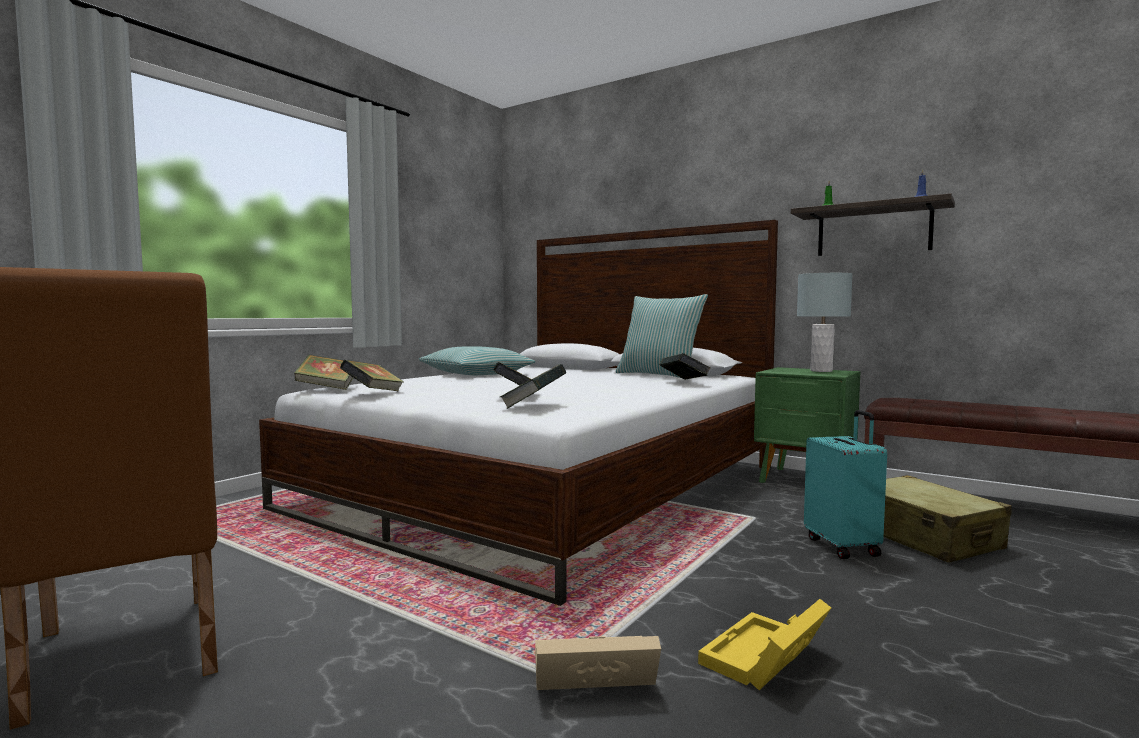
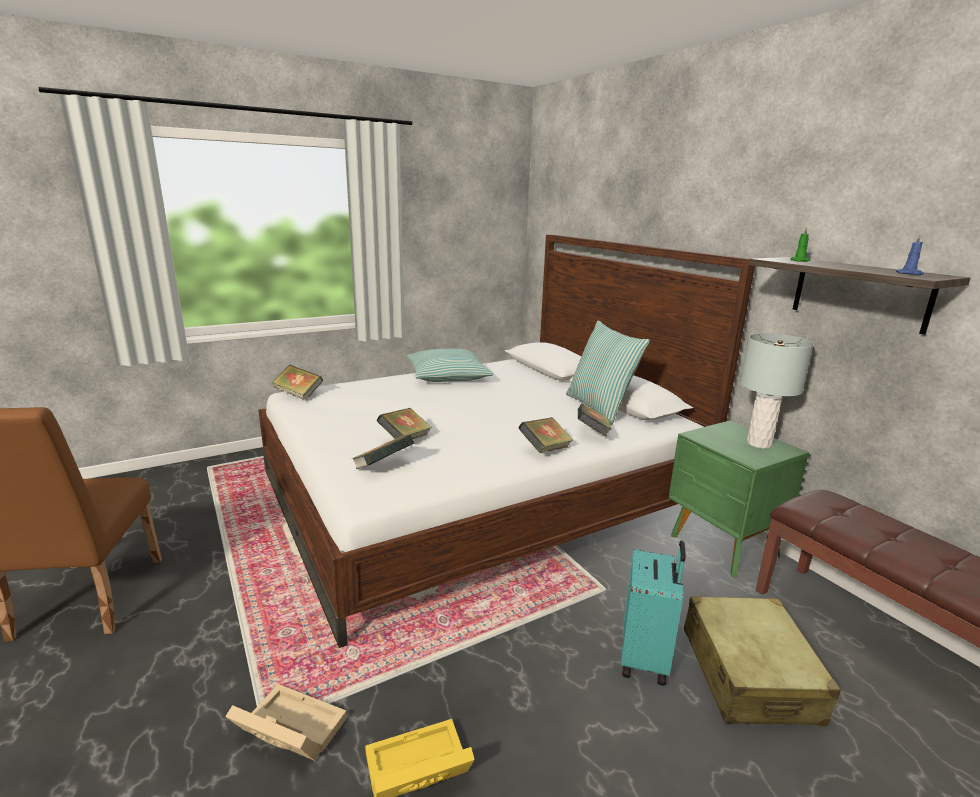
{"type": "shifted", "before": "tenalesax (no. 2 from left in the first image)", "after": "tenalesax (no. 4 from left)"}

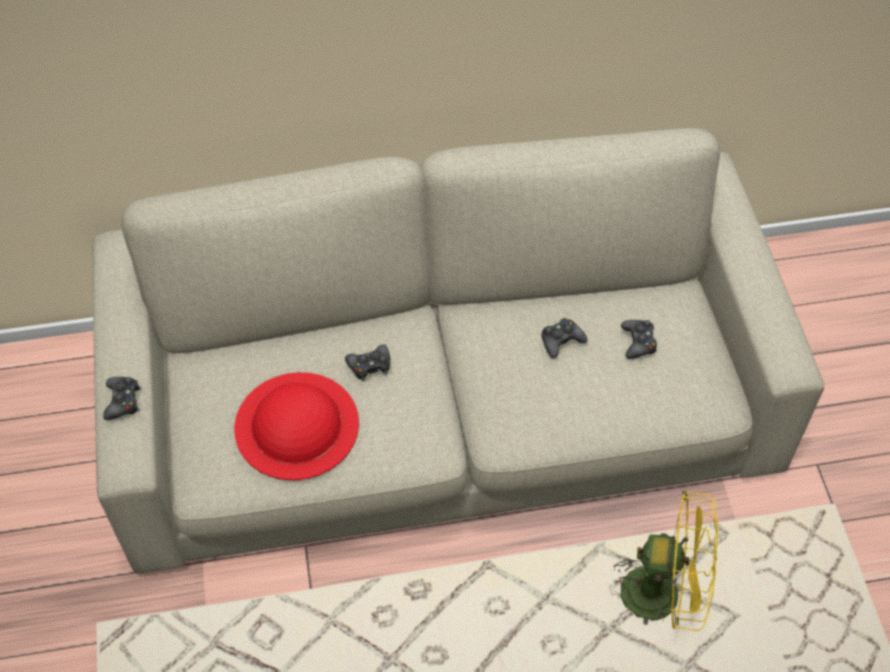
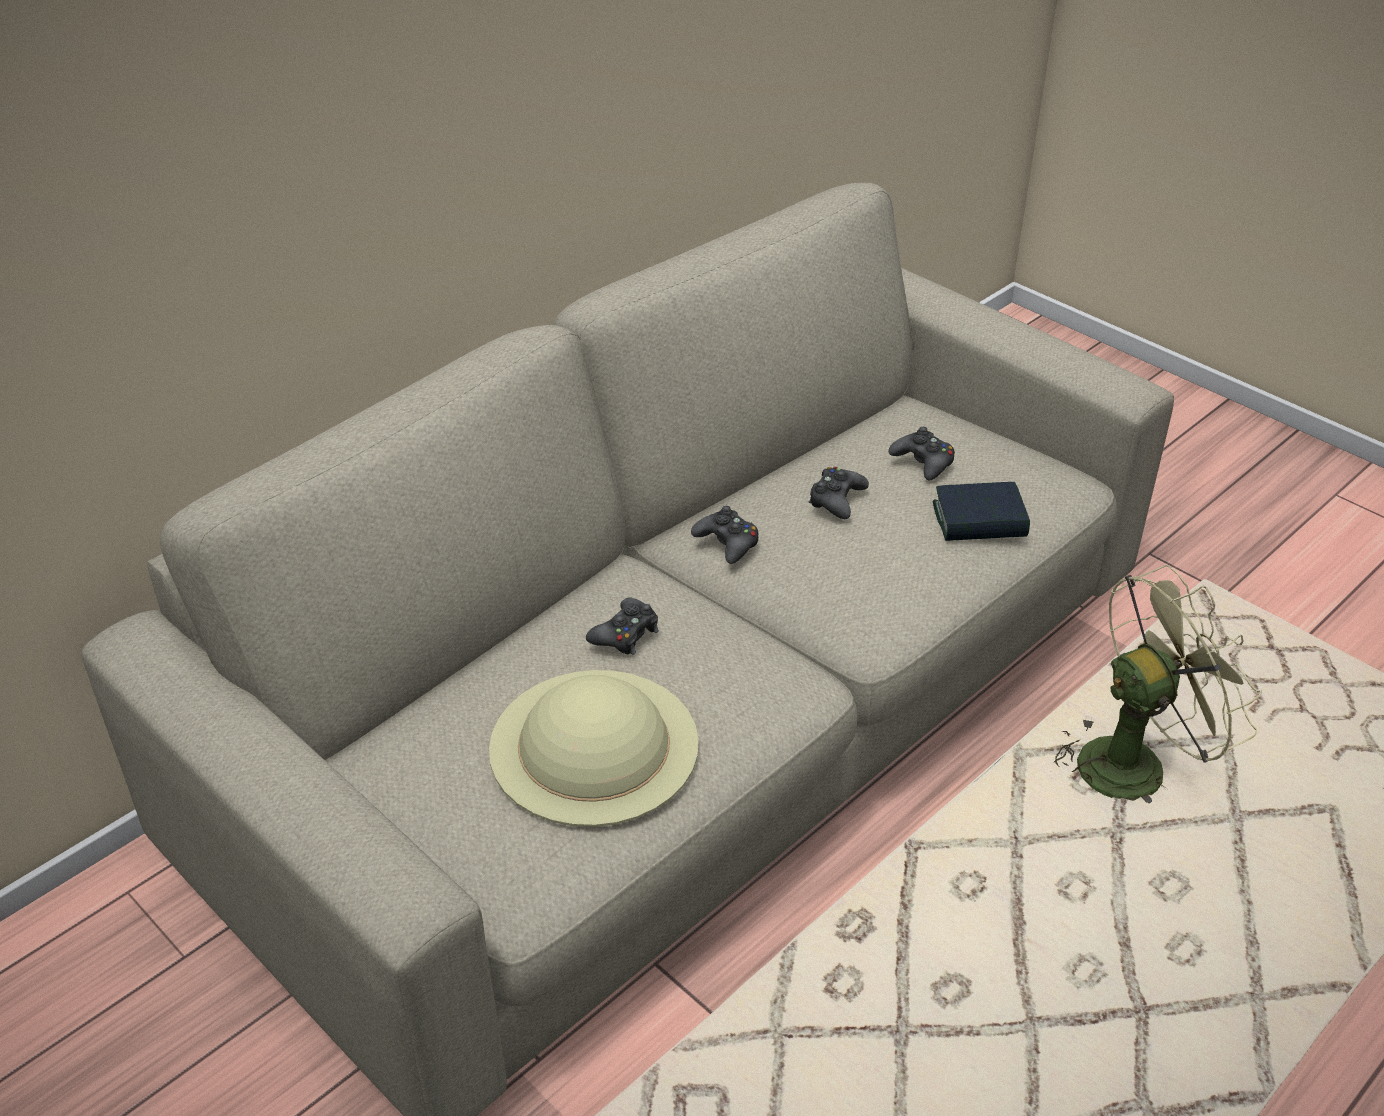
{"type": "new", "after": "tenalesax"}
{"type": "shifted", "before": "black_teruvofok (no. 1 from left in the first image)", "after": "black_teruvofok (no. 2 from left)"}
{"type": "repainted", "before": "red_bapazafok", "after": "beige_bapazafok"}
{"type": "repainted", "before": "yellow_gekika", "after": "green_gekika"}

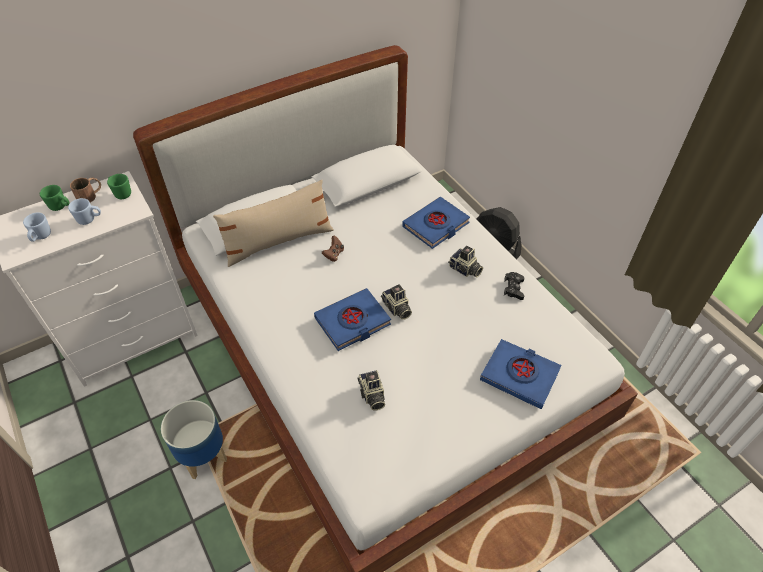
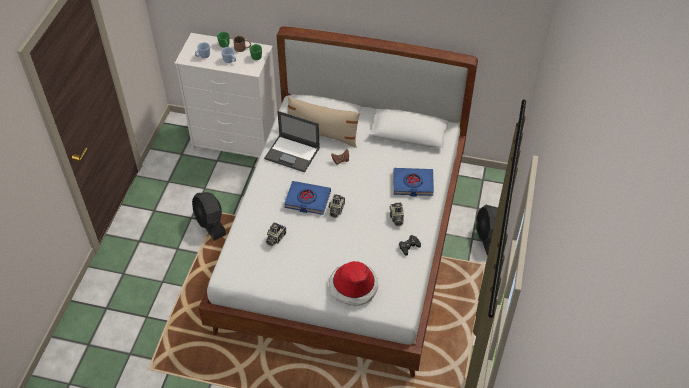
{"type": "new", "after": "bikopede"}
{"type": "swapped", "before": "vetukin", "after": "black_gekika (no. 1 from left)"}
{"type": "swapped", "before": "blue_tenalesax (no. 3 from left)", "after": "bapazafok"}

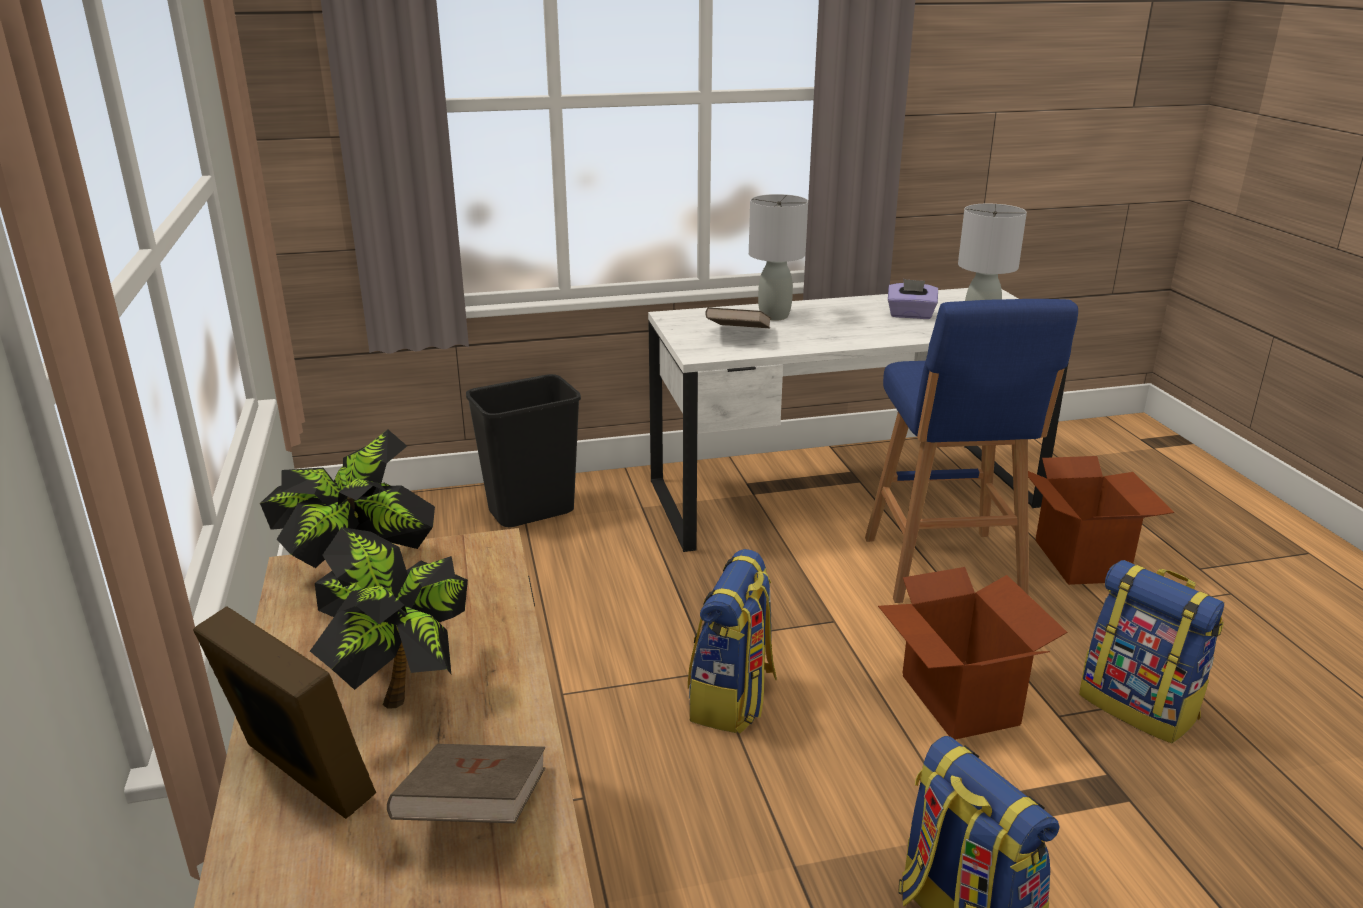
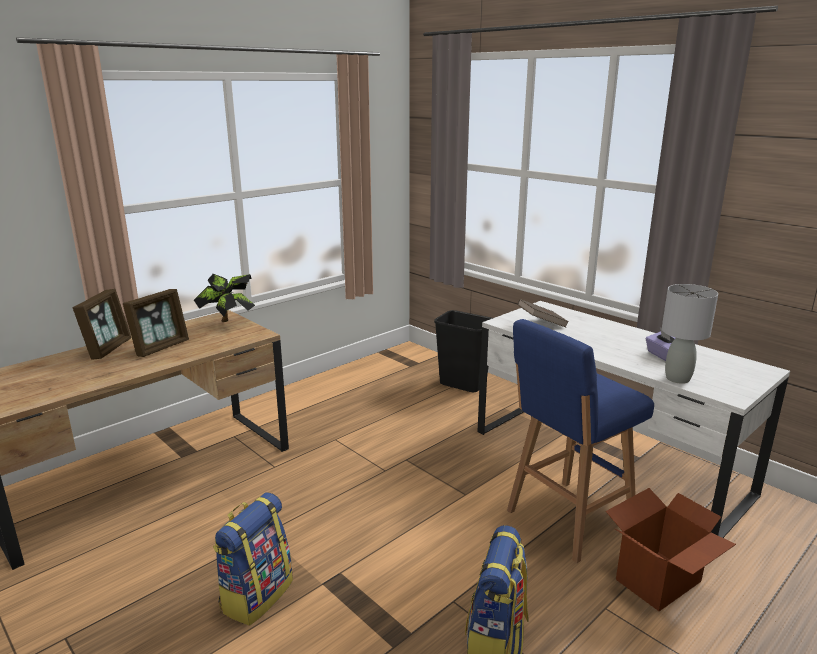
{"type": "gone", "before": "brown_tenalesax (no. 1 from left)"}
{"type": "gone", "before": "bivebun (no. 1 from left)"}
{"type": "gone", "before": "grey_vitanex (no. 1 from left)"}
{"type": "gone", "before": "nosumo (no. 1 from left)"}
{"type": "swapped", "before": "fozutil (no. 2 from left)", "after": "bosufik (no. 2 from left)"}

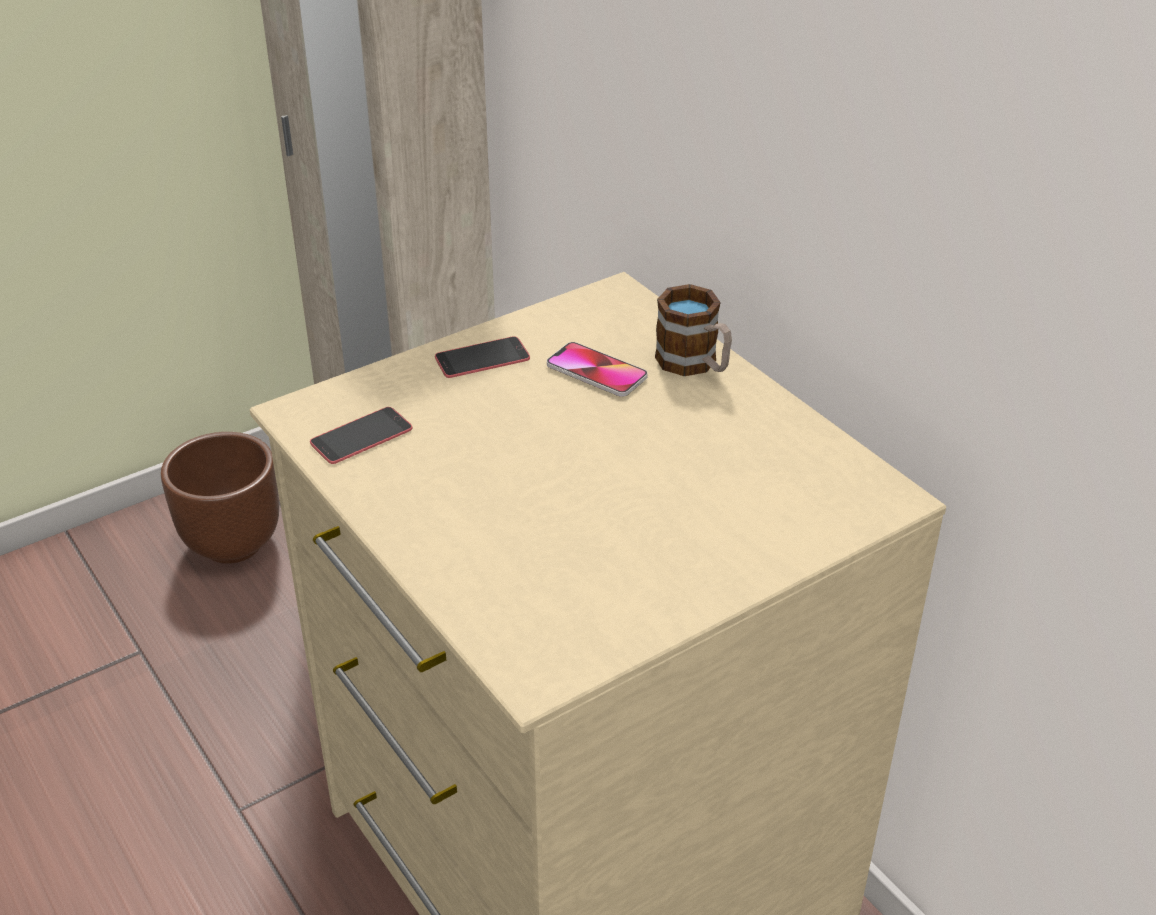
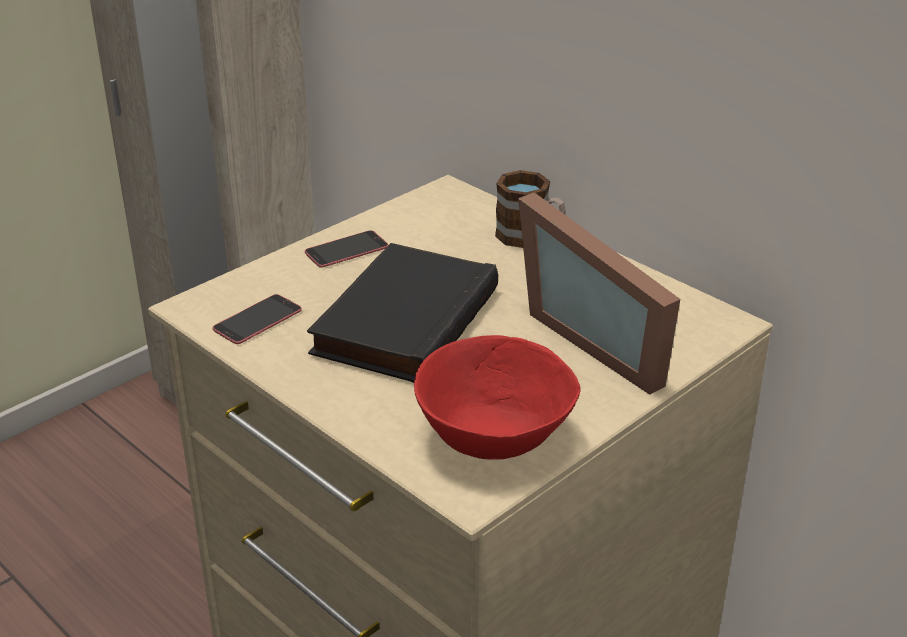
{"type": "gone", "before": "brown_vetukin"}
{"type": "gone", "before": "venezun (no. 3 from left)"}
{"type": "new", "after": "black_tenalesax"}
{"type": "new", "after": "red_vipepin"}
{"type": "new", "after": "bosufik"}

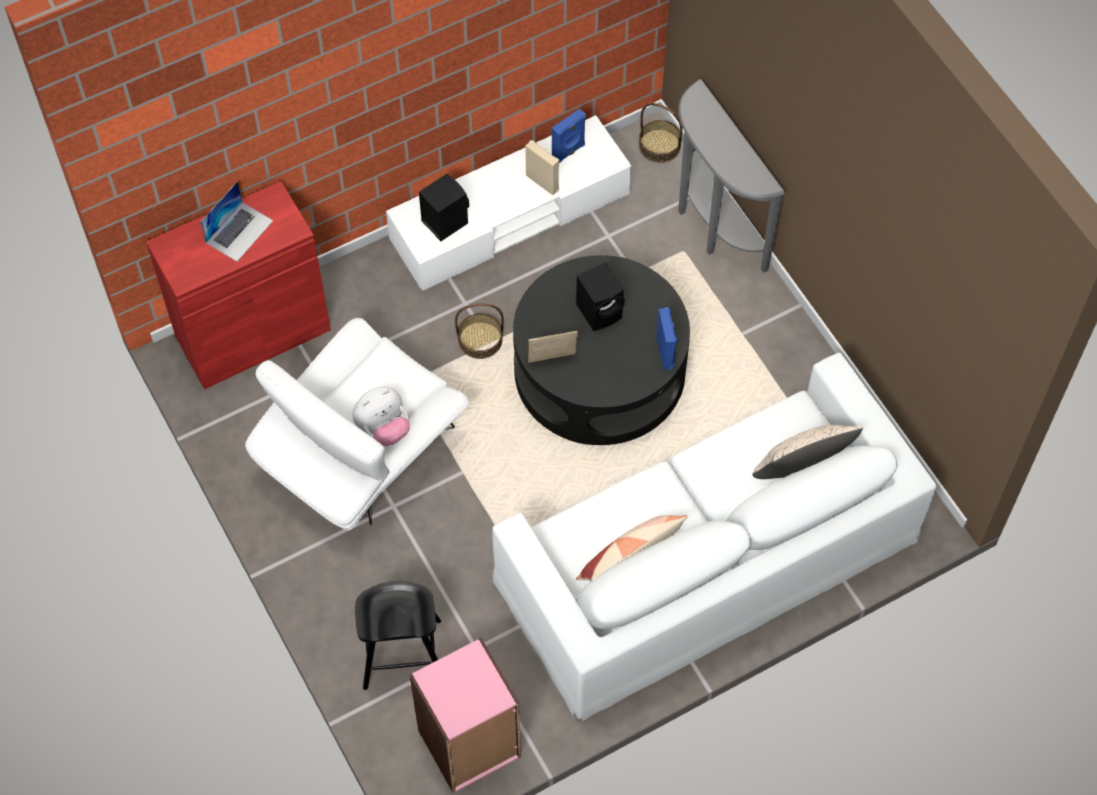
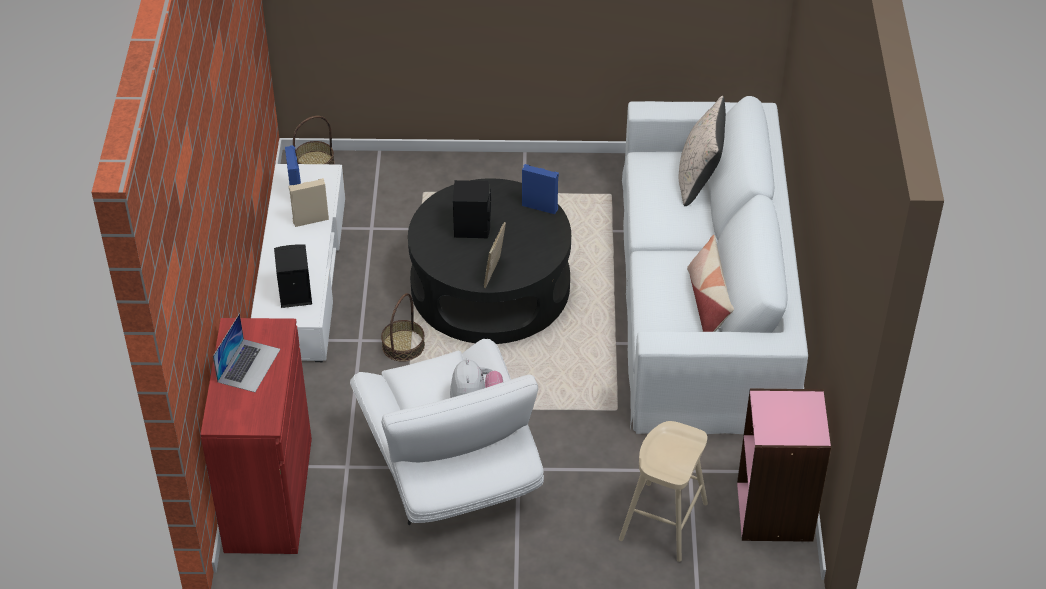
{"type": "gone", "before": "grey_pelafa"}
{"type": "repainted", "before": "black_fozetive", "after": "beige_fozetive"}
{"type": "rotated", "before": "bikopede", "turn": 45}

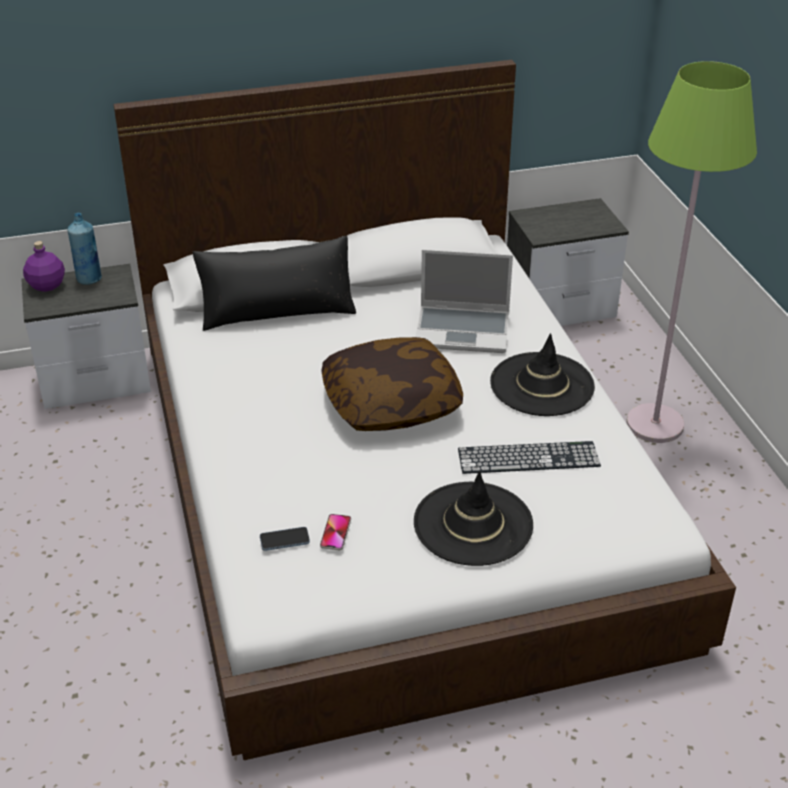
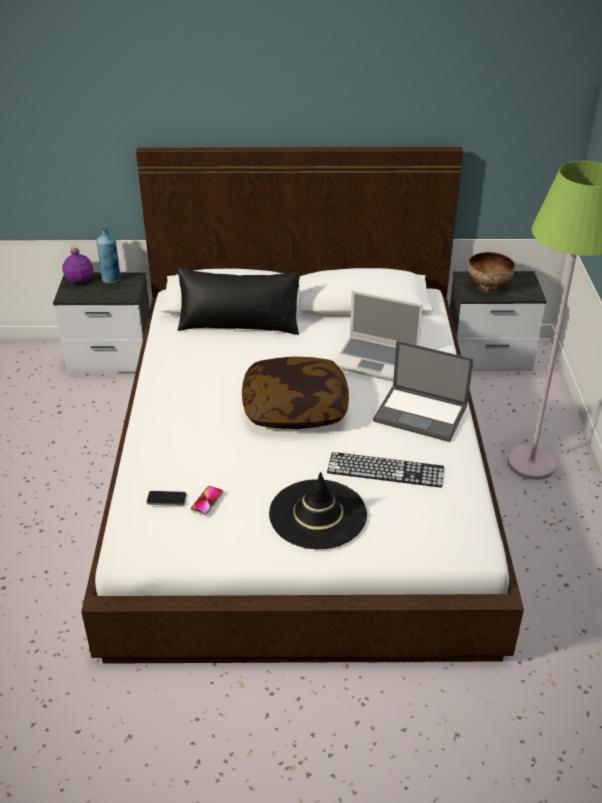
{"type": "new", "after": "vipepin"}
{"type": "swapped", "before": "black_bapazafok (no. 2 from left)", "after": "bikopede (no. 2 from left)"}

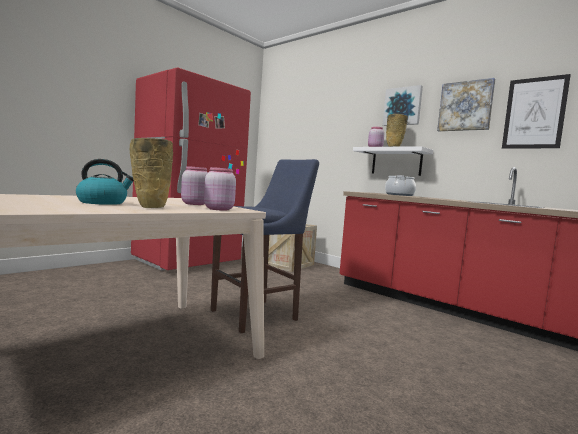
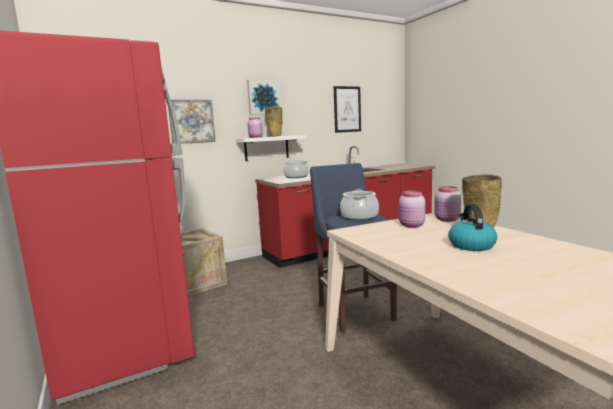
{"type": "new", "after": "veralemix (no. 2 from left)"}
{"type": "shifted", "before": "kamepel (no. 2 from left in the first image)", "after": "kamepel (no. 1 from left)"}

